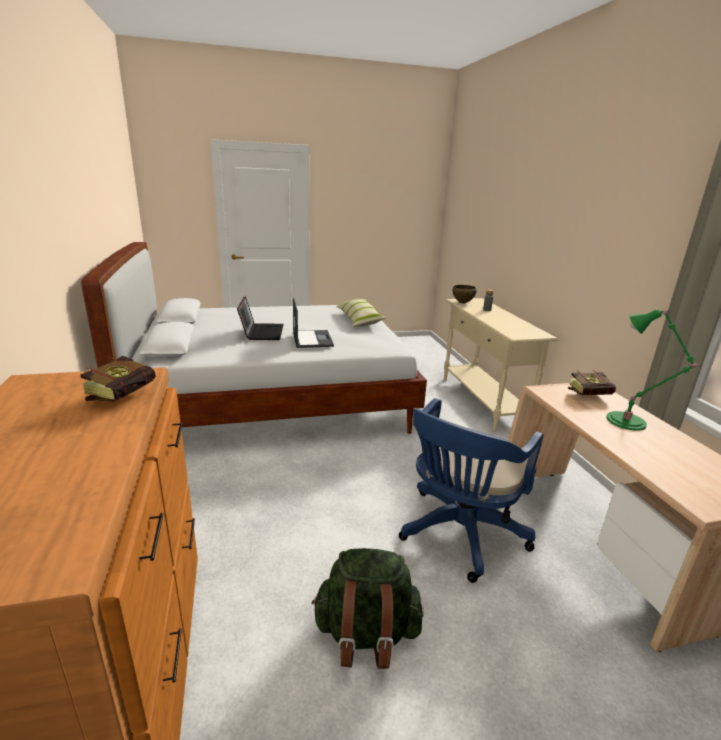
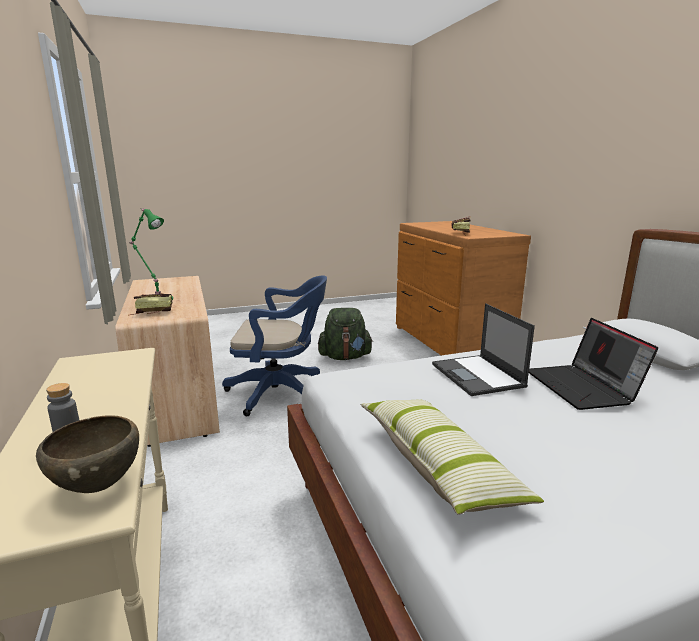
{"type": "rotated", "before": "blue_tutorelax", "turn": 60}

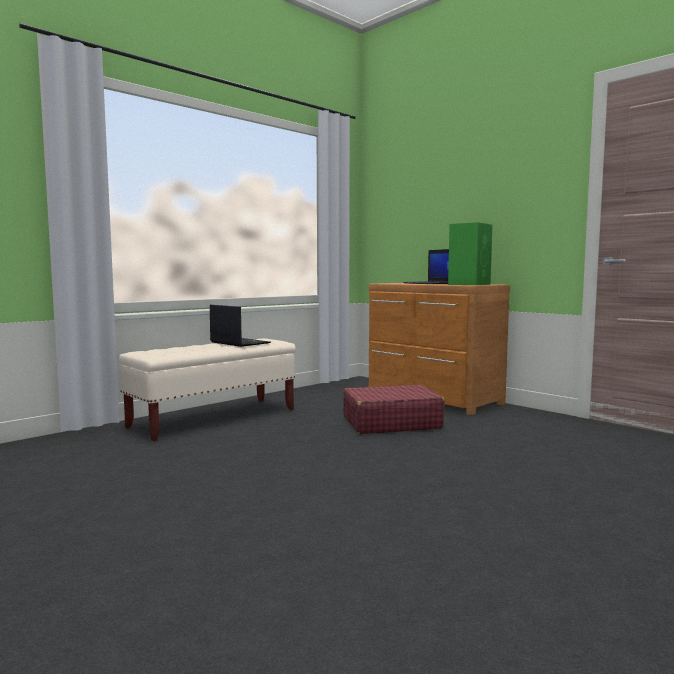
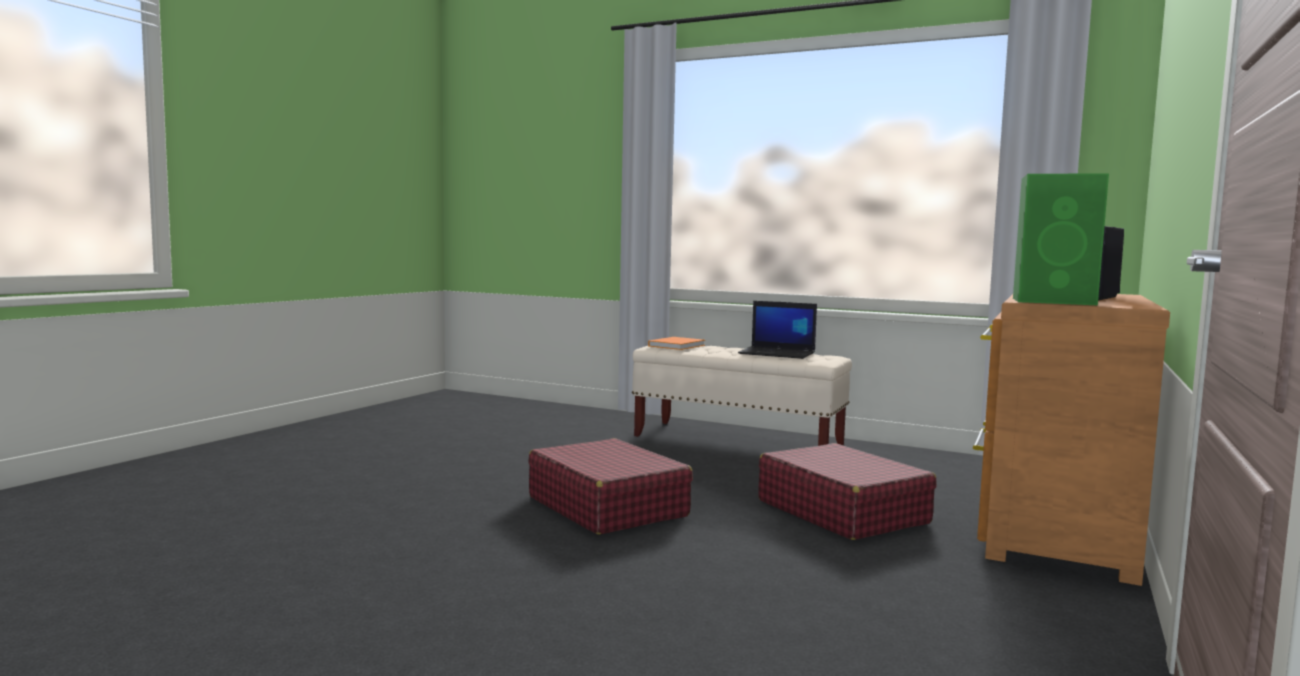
{"type": "new", "after": "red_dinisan (no. 1 from left)"}
{"type": "new", "after": "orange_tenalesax"}
{"type": "rotated", "before": "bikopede (no. 1 from left)", "turn": 90}

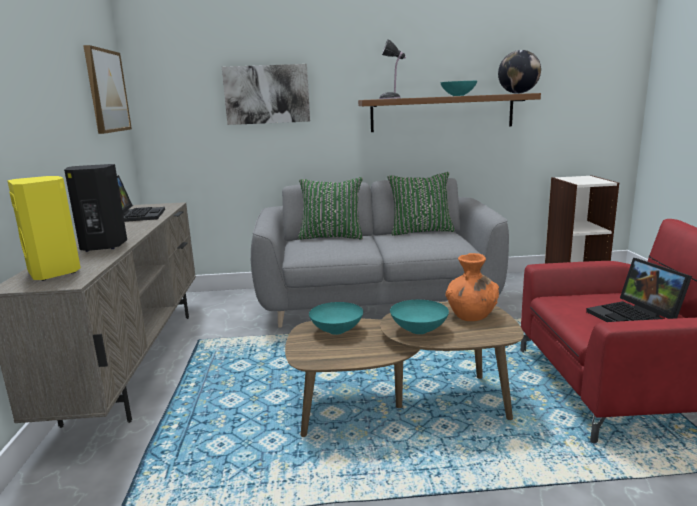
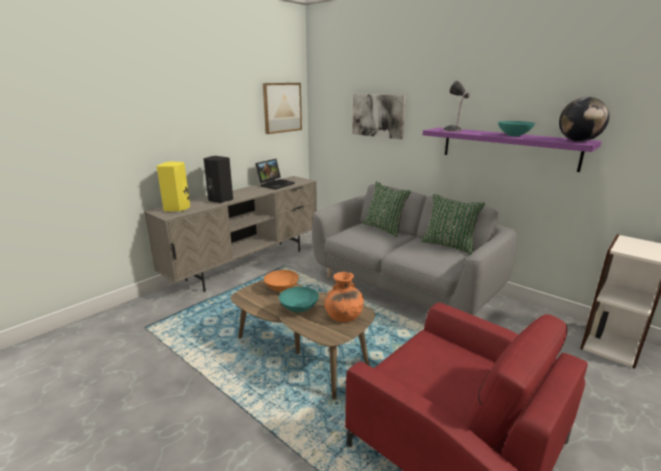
{"type": "gone", "before": "bikopede (no. 2 from left)"}
{"type": "repainted", "before": "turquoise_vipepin (no. 1 from left)", "after": "orange_vipepin"}
{"type": "repainted", "before": "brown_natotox", "after": "purple_natotox"}

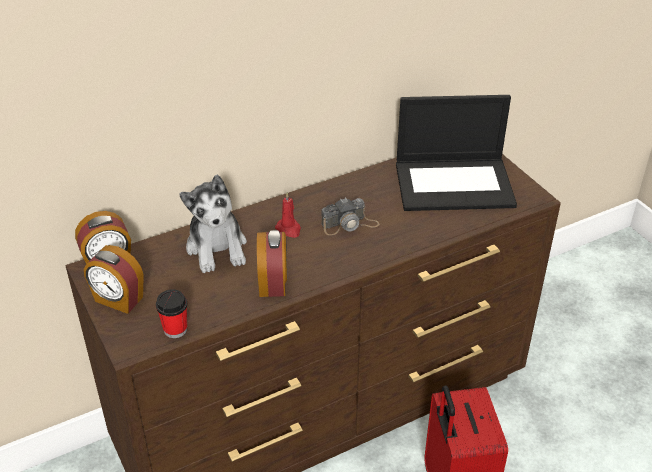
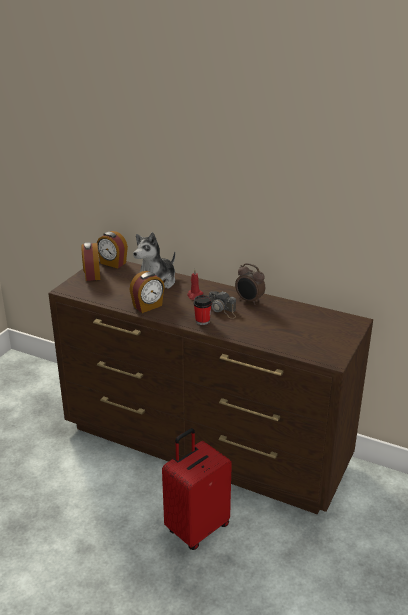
{"type": "gone", "before": "bikopede"}
{"type": "new", "after": "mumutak (no. 4 from left)"}
{"type": "shifted", "before": "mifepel"}

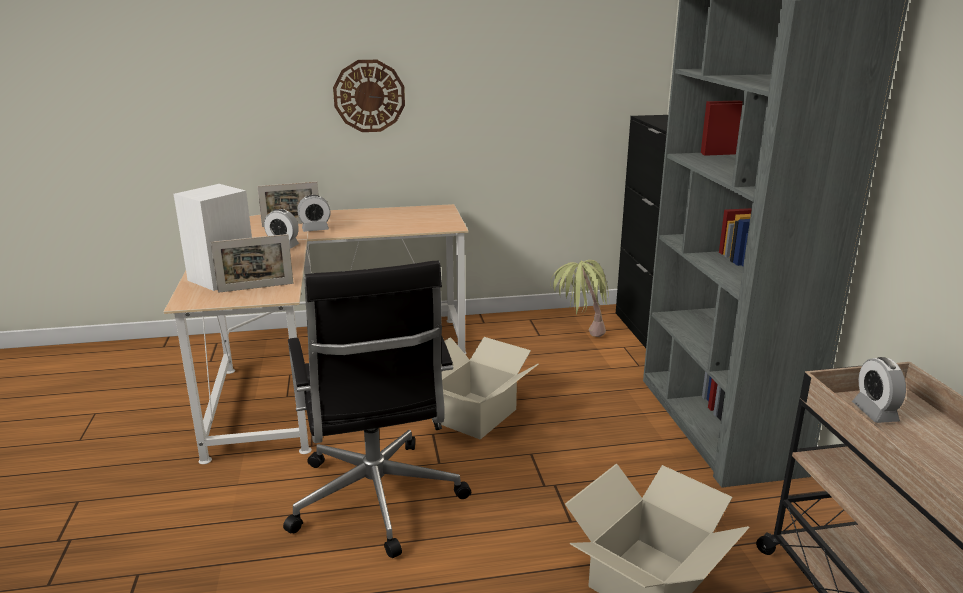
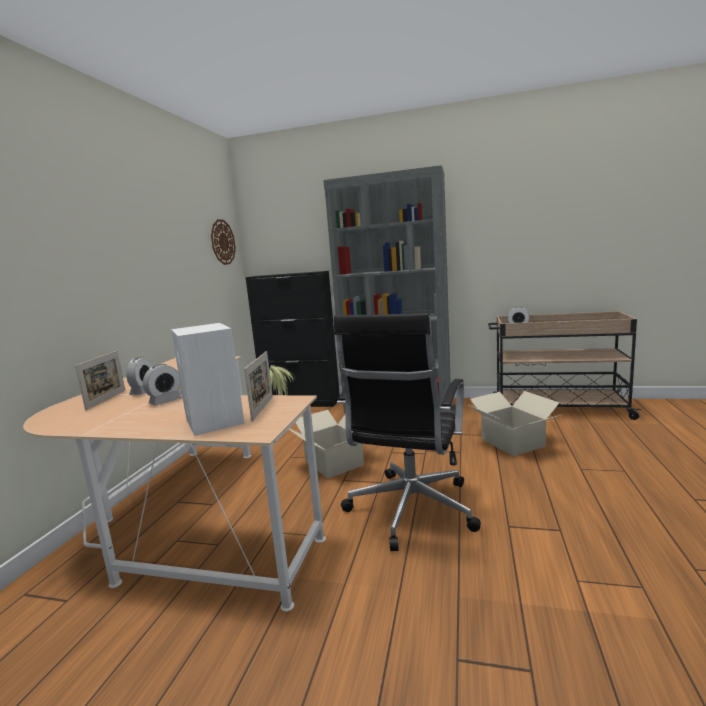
{"type": "shifted", "before": "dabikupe"}
{"type": "rotated", "before": "black_tutorelax", "turn": 105}

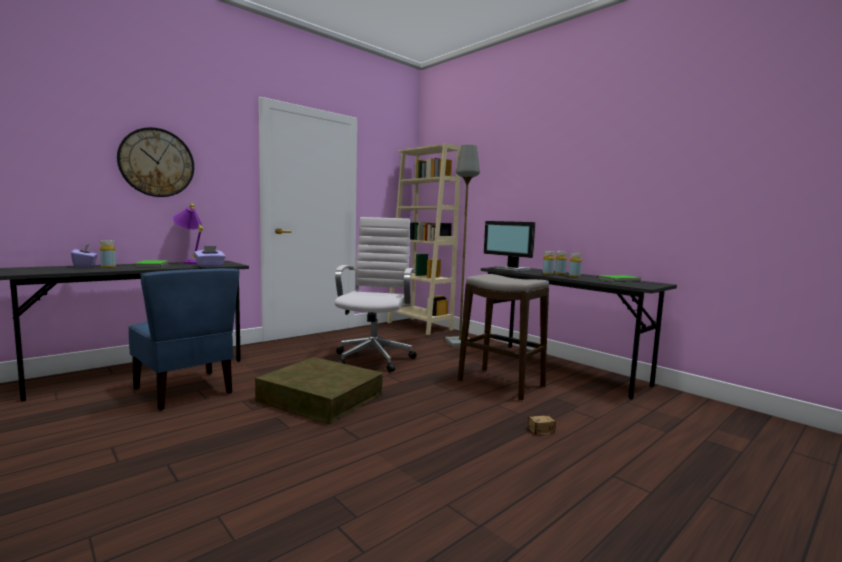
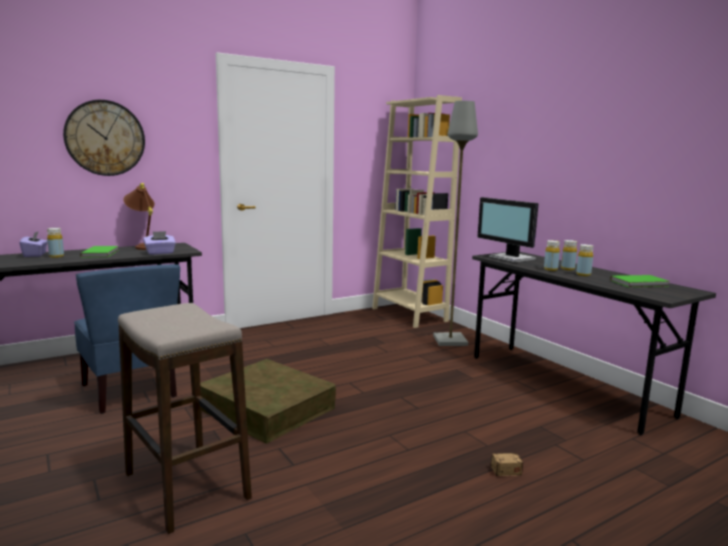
{"type": "gone", "before": "white_tutorelax"}
{"type": "shifted", "before": "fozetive"}
{"type": "repainted", "before": "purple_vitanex", "after": "brown_vitanex"}

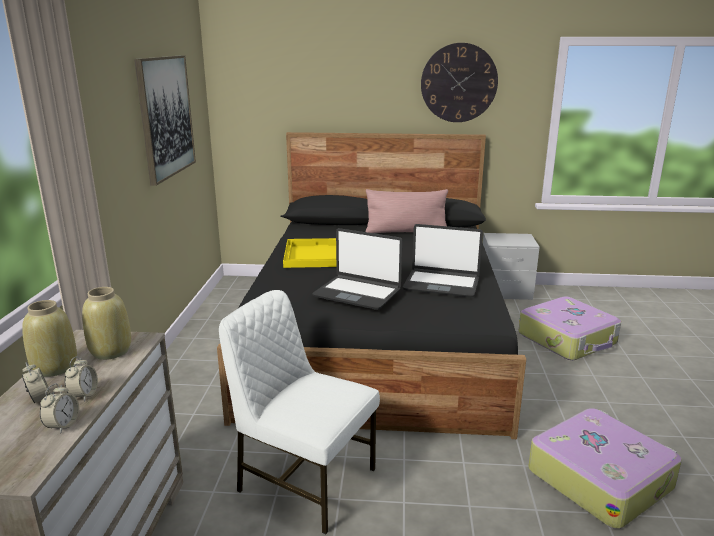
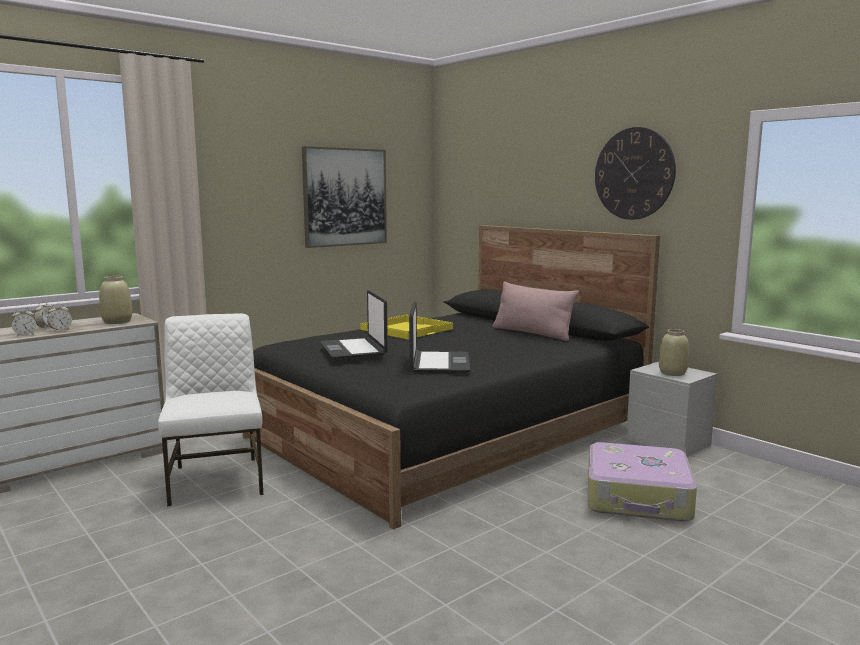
{"type": "gone", "before": "dinisan (no. 2 from left)"}
{"type": "shifted", "before": "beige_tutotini (no. 1 from left in the first image)", "after": "beige_tutotini (no. 2 from left)"}
{"type": "rotated", "before": "bikopede (no. 2 from left)", "turn": -150}

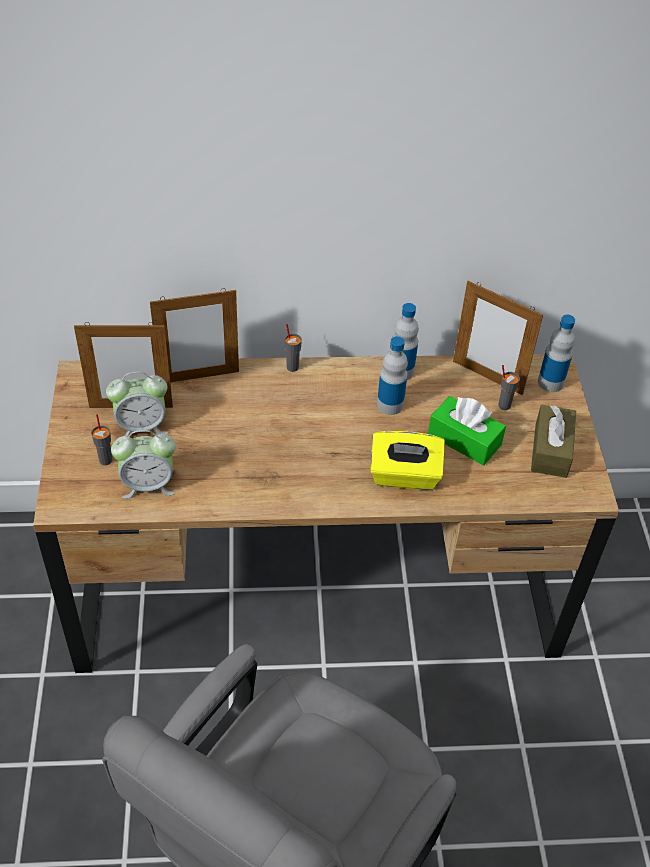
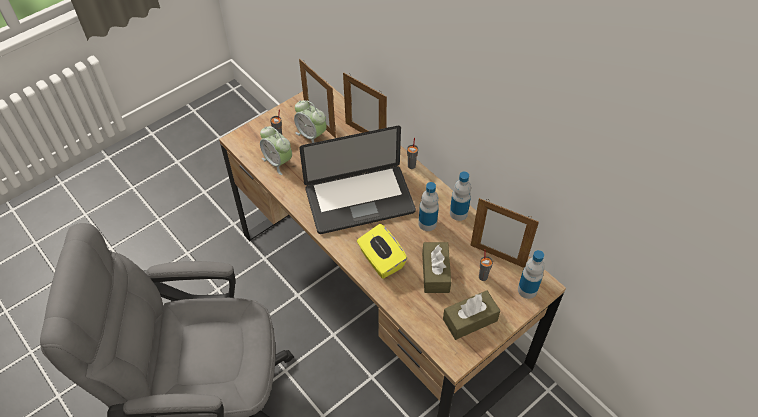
{"type": "new", "after": "bikopede"}
{"type": "repainted", "before": "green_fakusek", "after": "brown_fakusek (no. 1 from left)"}
{"type": "rotated", "before": "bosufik (no. 3 from left)", "turn": -60}

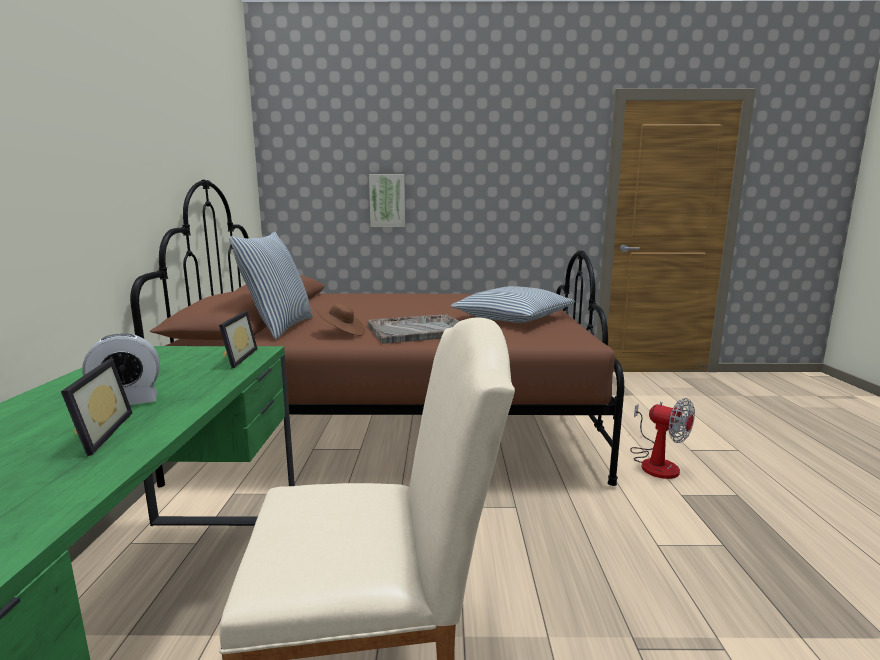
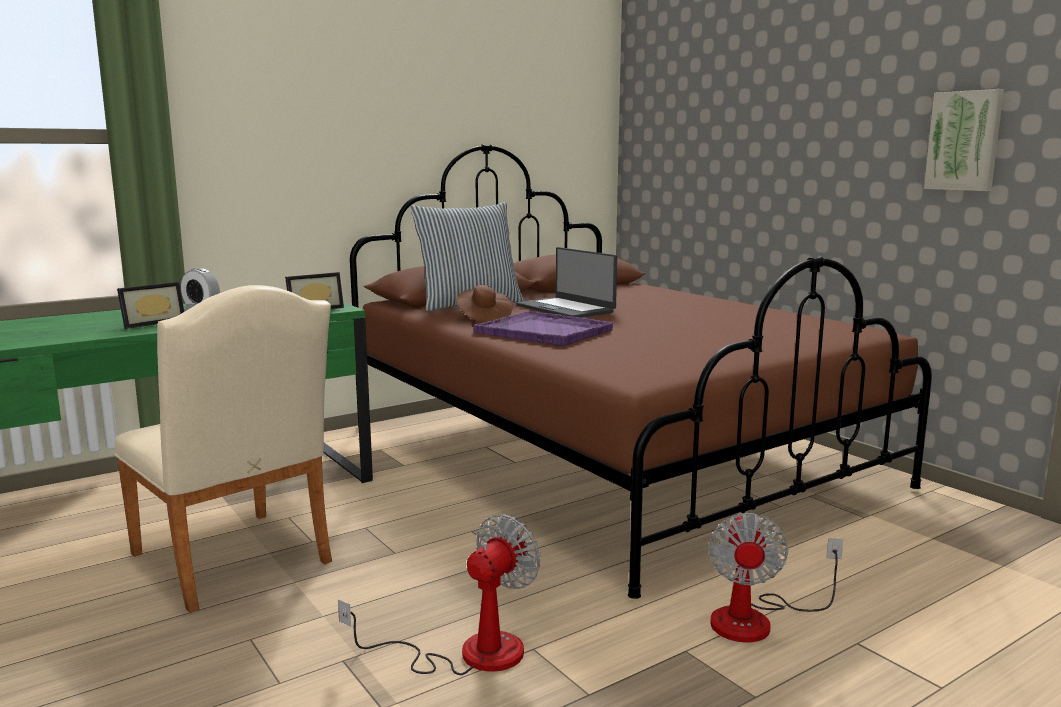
{"type": "gone", "before": "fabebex (no. 2 from left)"}
{"type": "new", "after": "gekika (no. 1 from left)"}
{"type": "new", "after": "bikopede"}
{"type": "shifted", "before": "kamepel"}
{"type": "repainted", "before": "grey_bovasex", "after": "purple_bovasex"}

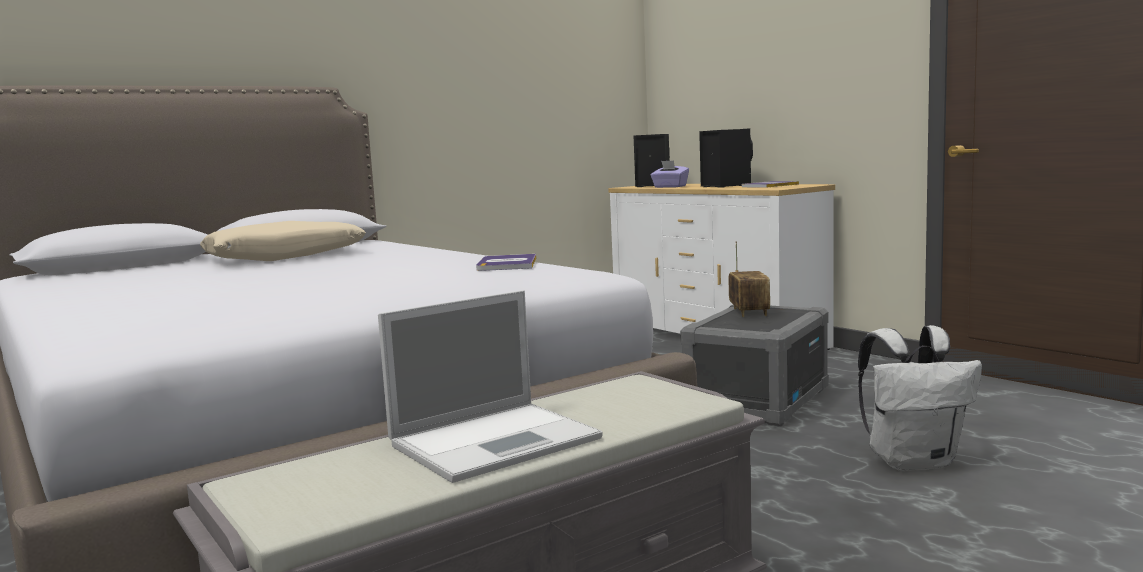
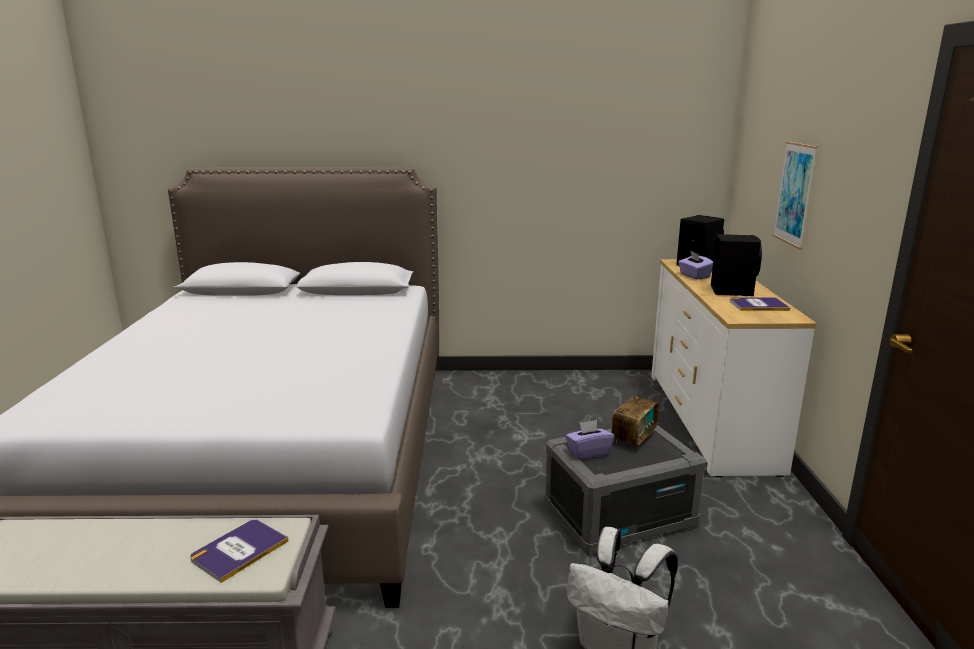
{"type": "gone", "before": "beige_fabebex"}
{"type": "gone", "before": "bikopede"}
{"type": "new", "after": "purple_fakusek (no. 1 from left)"}
{"type": "new", "after": "kamepel"}
{"type": "shifted", "before": "tenalesax (no. 1 from left)"}

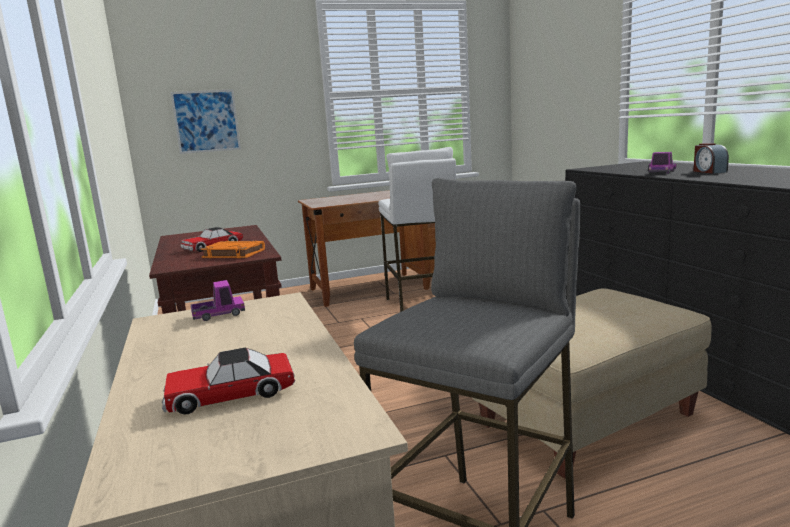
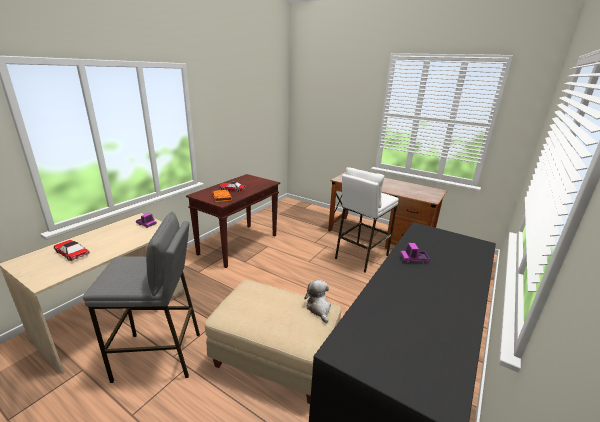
{"type": "gone", "before": "kamepel"}
{"type": "gone", "before": "mumutak"}
{"type": "new", "after": "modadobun"}

